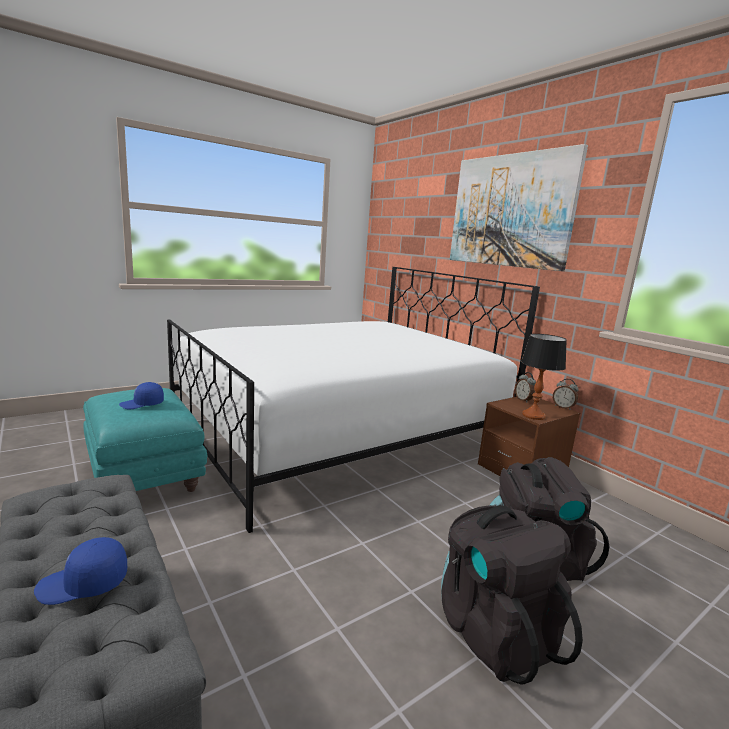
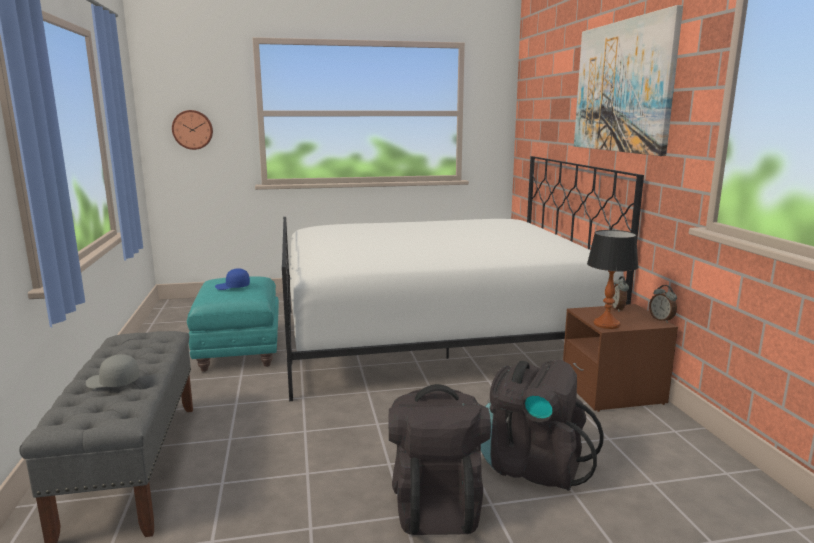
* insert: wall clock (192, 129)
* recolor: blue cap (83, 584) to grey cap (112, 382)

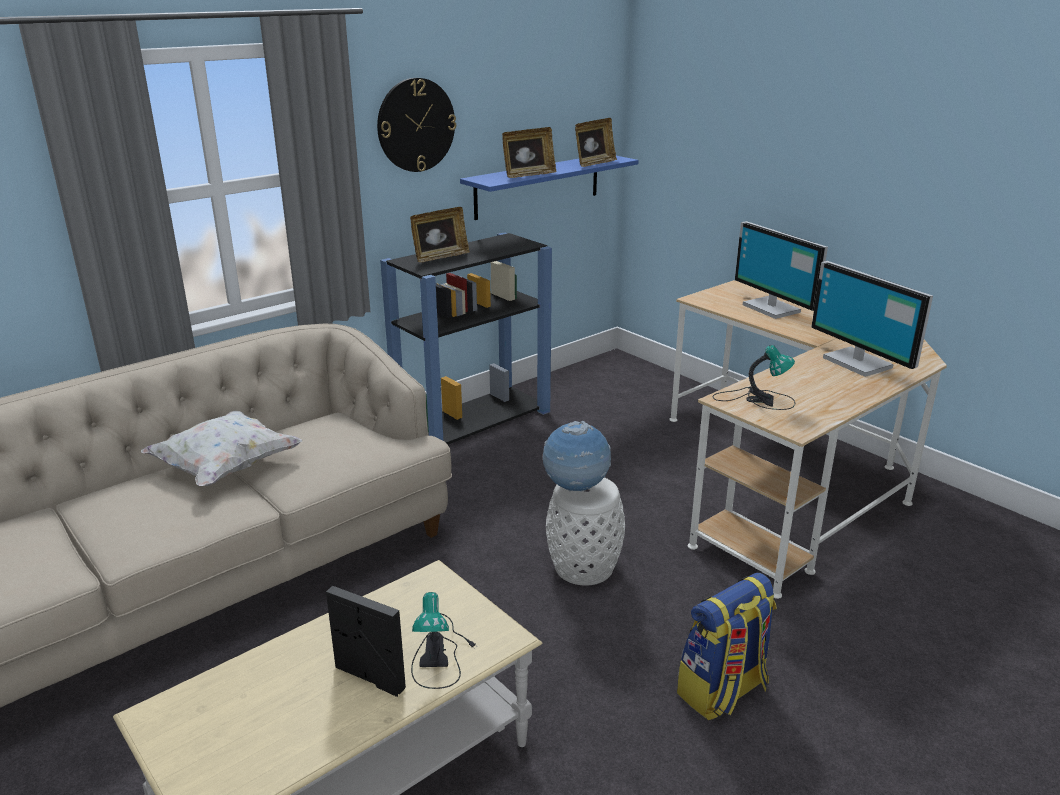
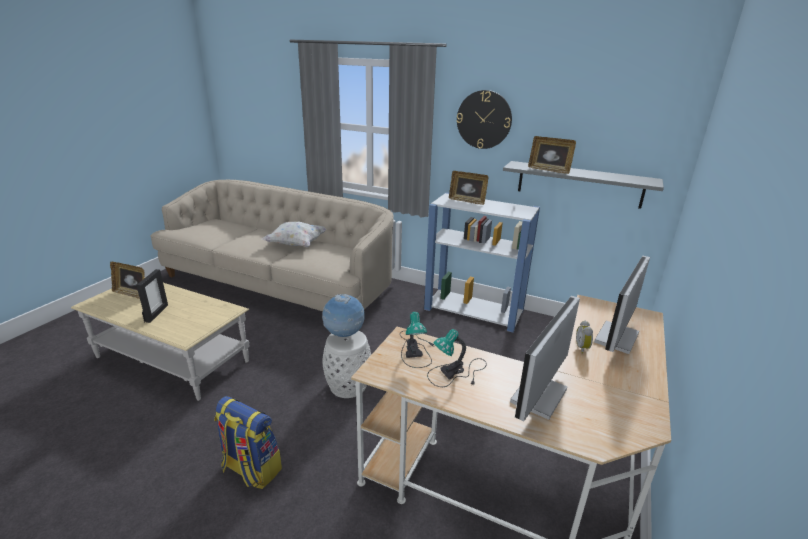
* insert: alarm clock (583, 348)
* move: table lamp (440, 652) to (457, 373)
* move: picture frame (594, 163) to (132, 294)
* recolor: black bookcase (474, 420) to white bookcase (474, 310)
* recolor: blue shelf (538, 186) to grey shelf (579, 184)

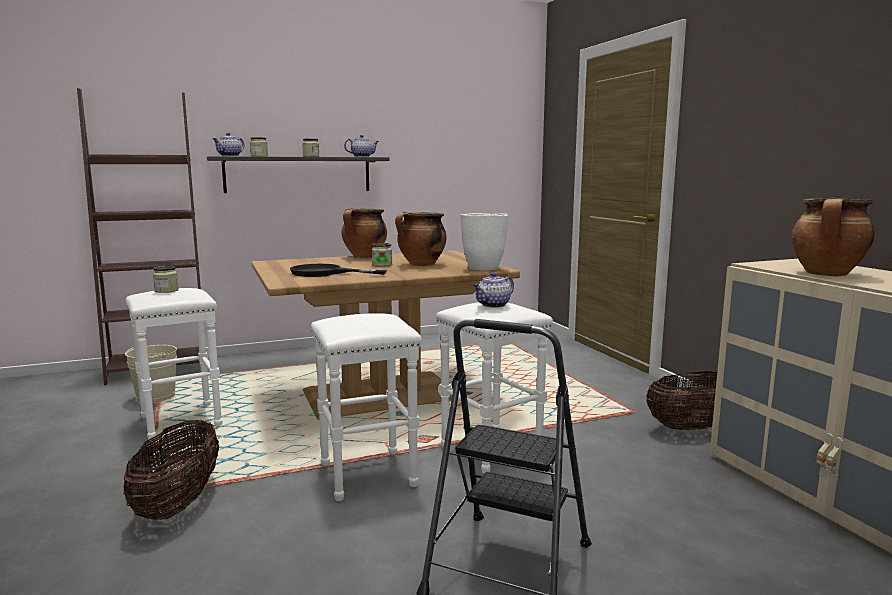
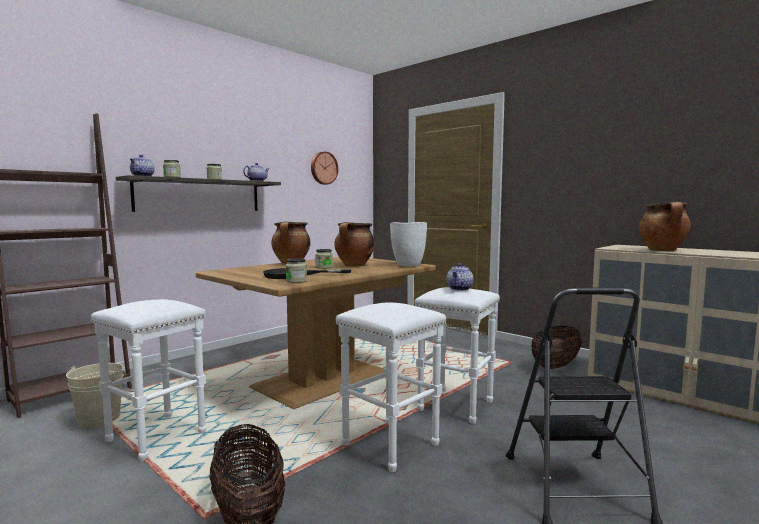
* insert: wall clock (323, 168)
* move: jar (166, 290) to (296, 281)

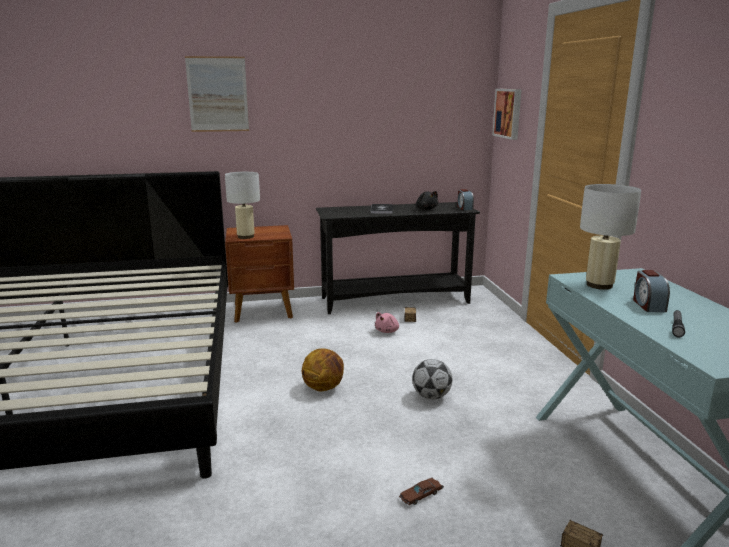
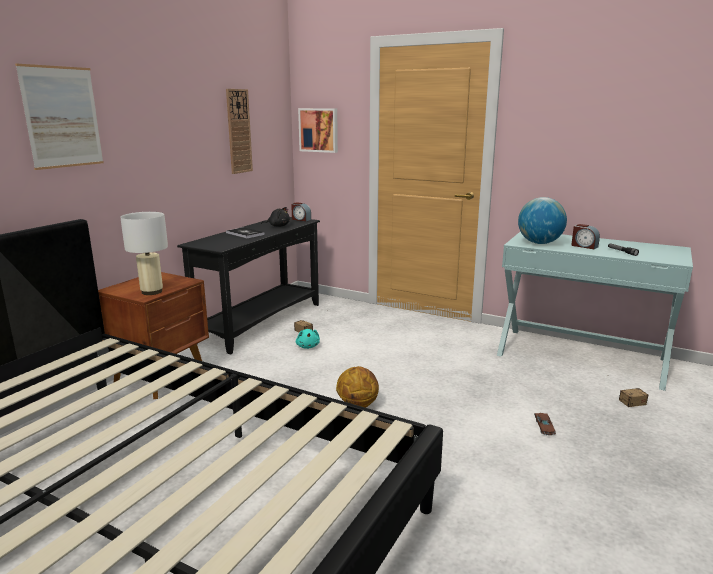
* delete: football (431, 396)
* insert: wall clock (238, 131)
* replace: white table lamp (599, 285) to globe (539, 243)
* recolor: pink plush toy (387, 331) to turquoise plush toy (308, 346)

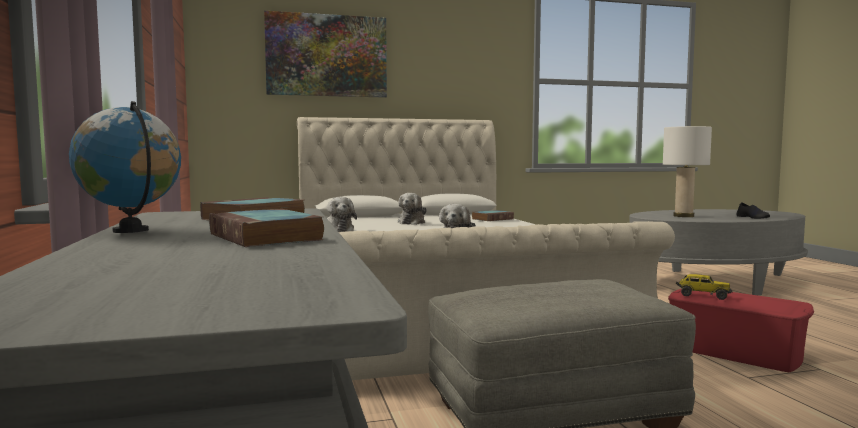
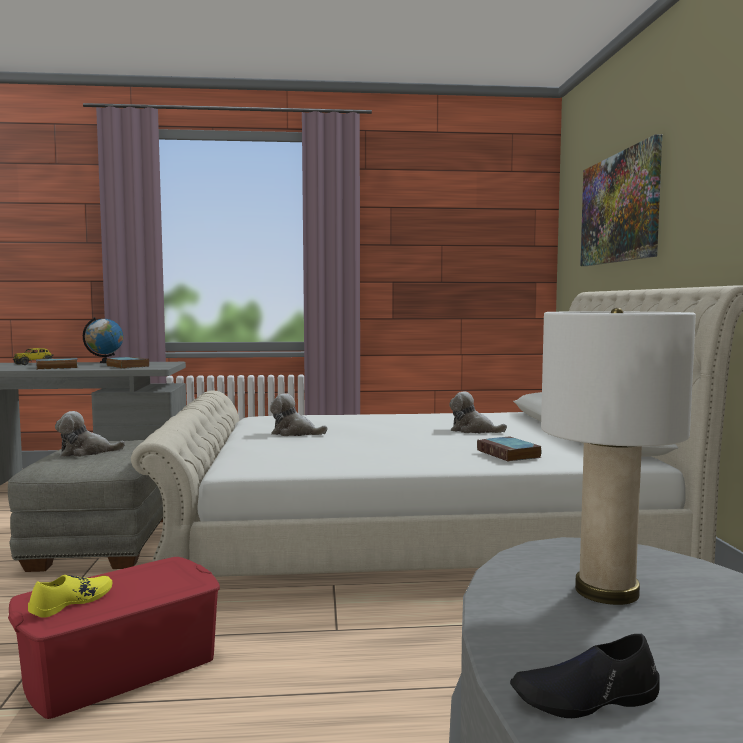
* insert: yellow shoe (71, 602)
* move: plush toy (338, 230) to (86, 452)
* move: toy truck (703, 296) to (34, 363)

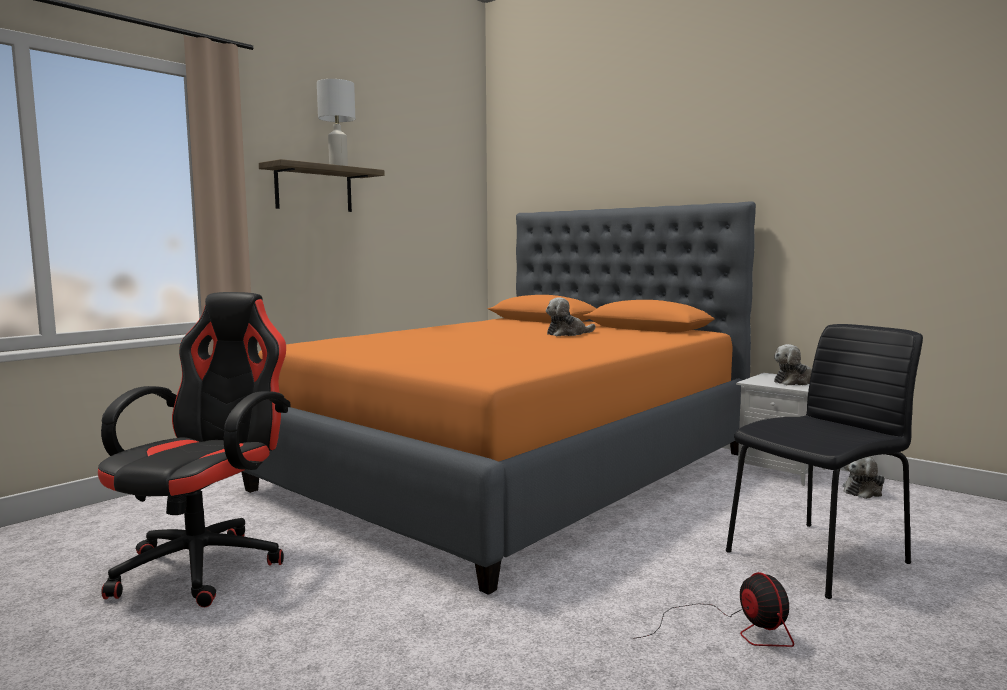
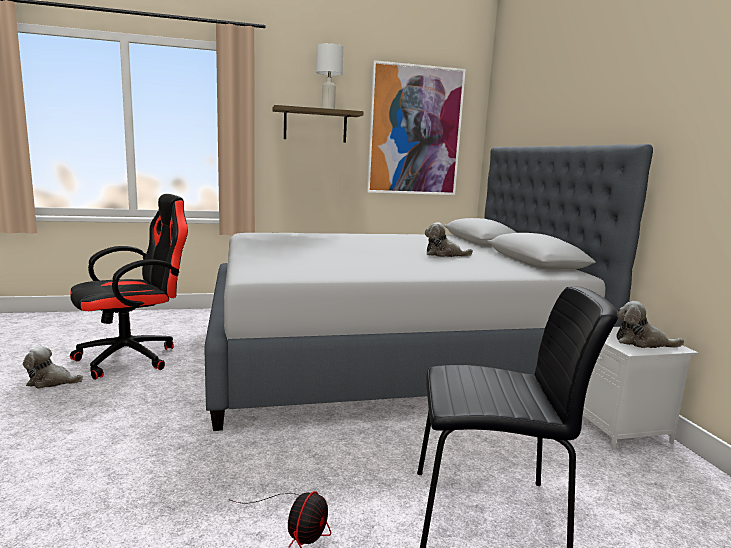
* insert: picture (415, 131)
* move: plush toy (864, 491) to (51, 382)
* recolor: orange bed (513, 470) to grey bed (388, 355)

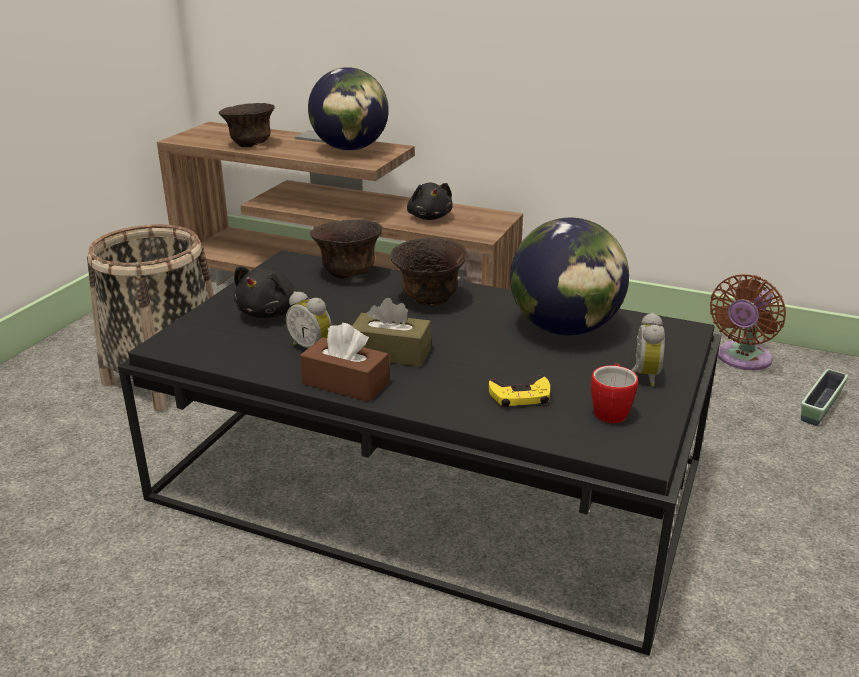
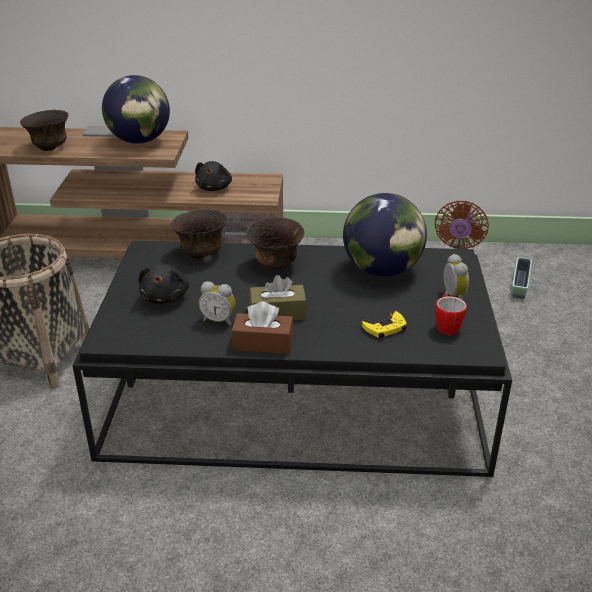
* rotate: black plush toy (429, 217) = (214, 188) 45 degrees clockwise

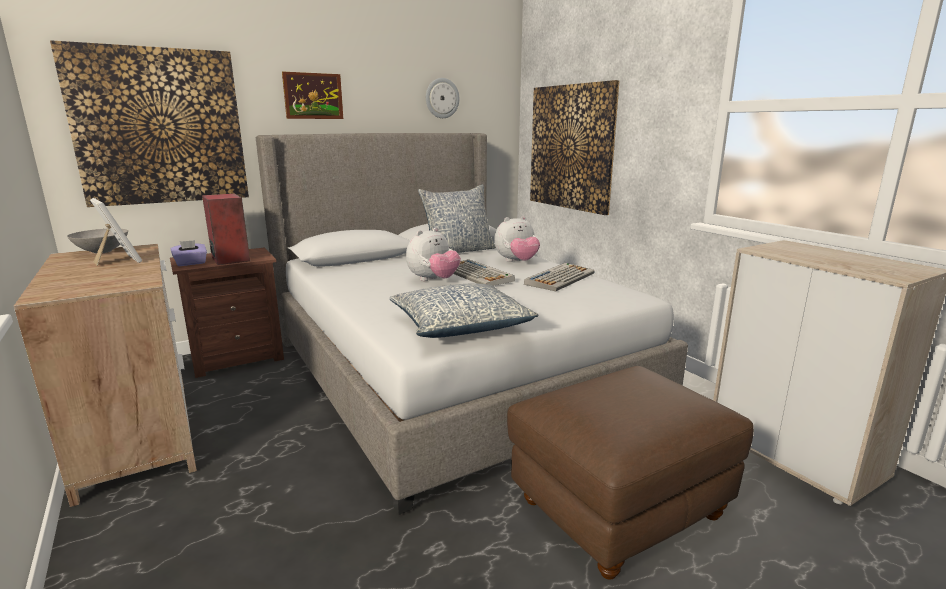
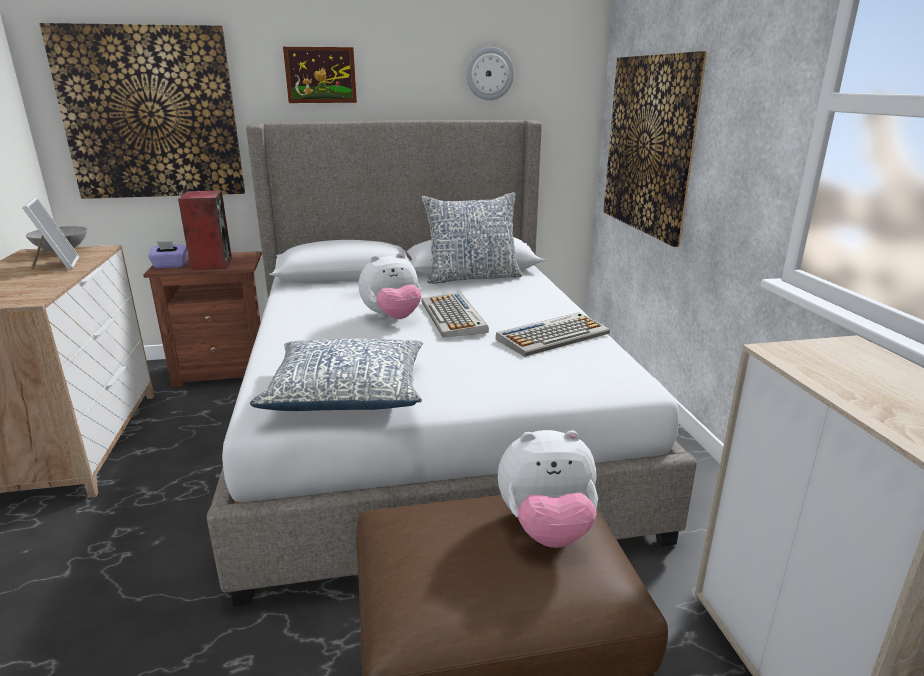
* move: plush toy (517, 262) to (546, 529)

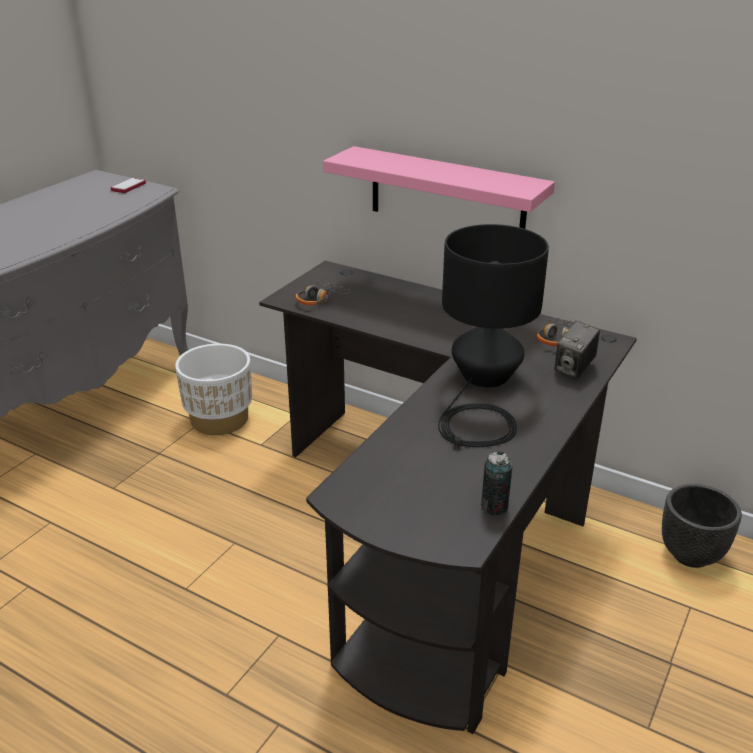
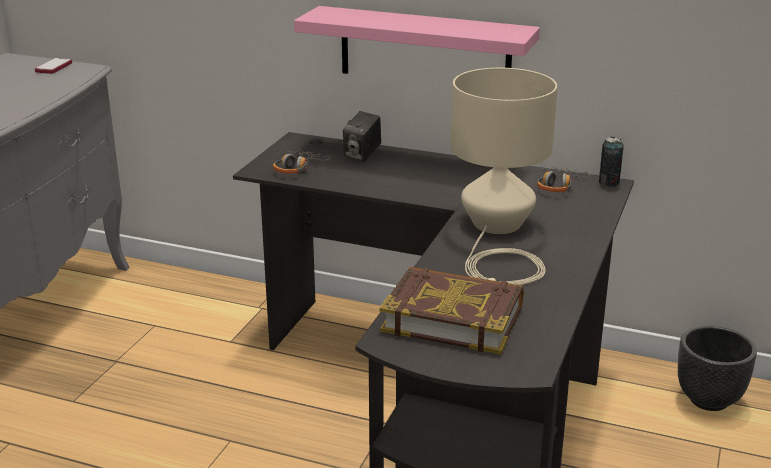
* delete: white planter (219, 419)
* insert: book (453, 318)
* move: can (494, 507) to (609, 183)
* move: photo camera (574, 369) to (362, 155)
* recolor: black table lamp (482, 393) to beige table lamp (499, 240)

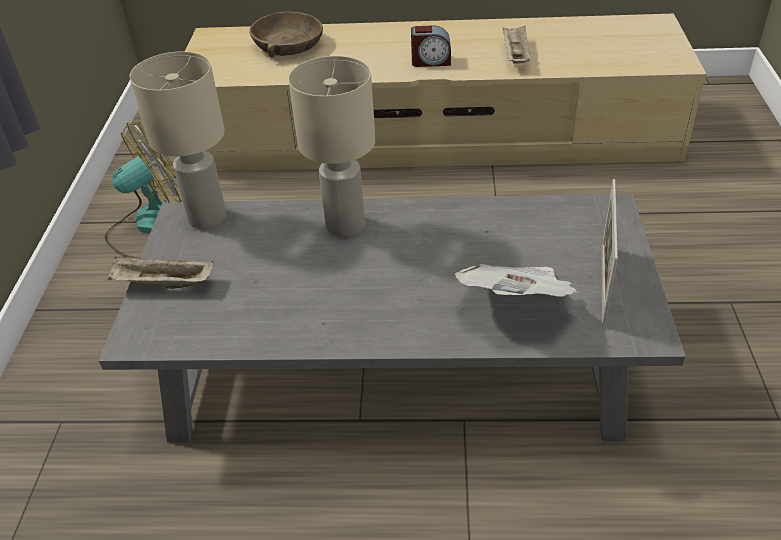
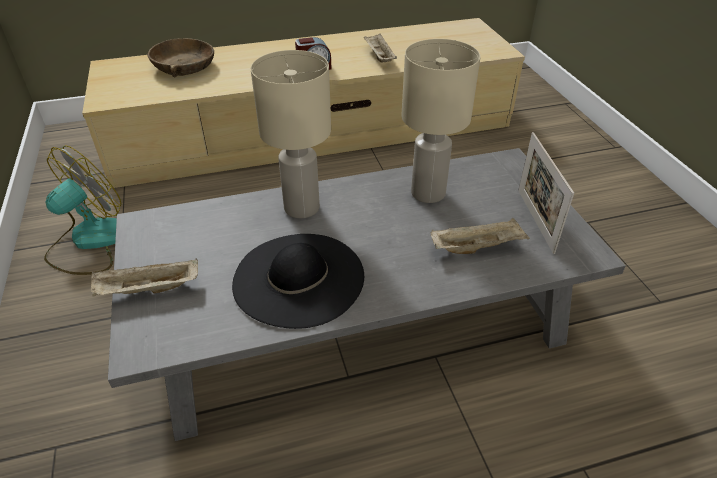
* insert: black hat (298, 278)
* move: beige table lamp (207, 218) to (429, 194)
* replace: newspaper (517, 303) to beige tray (477, 247)

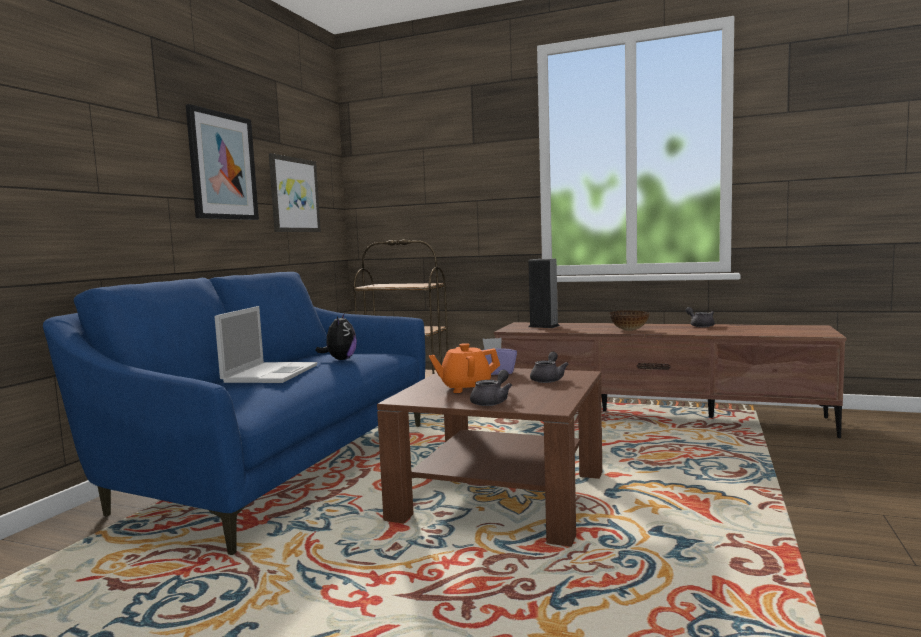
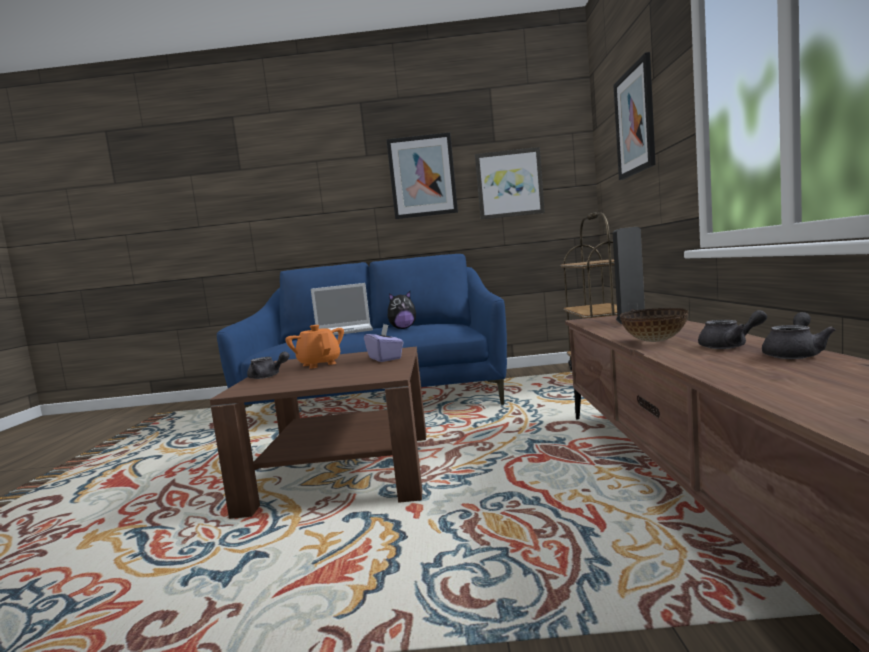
* insert: picture (635, 121)
* move: grey teapot (548, 379) to (730, 346)

